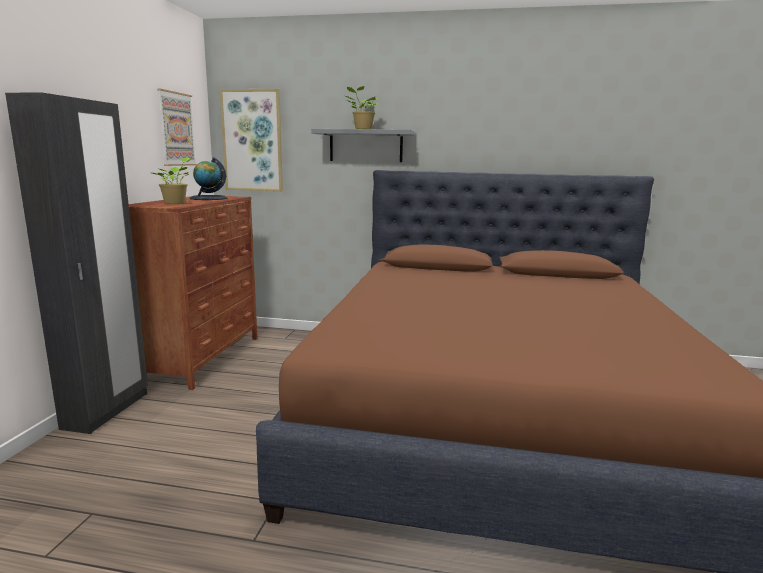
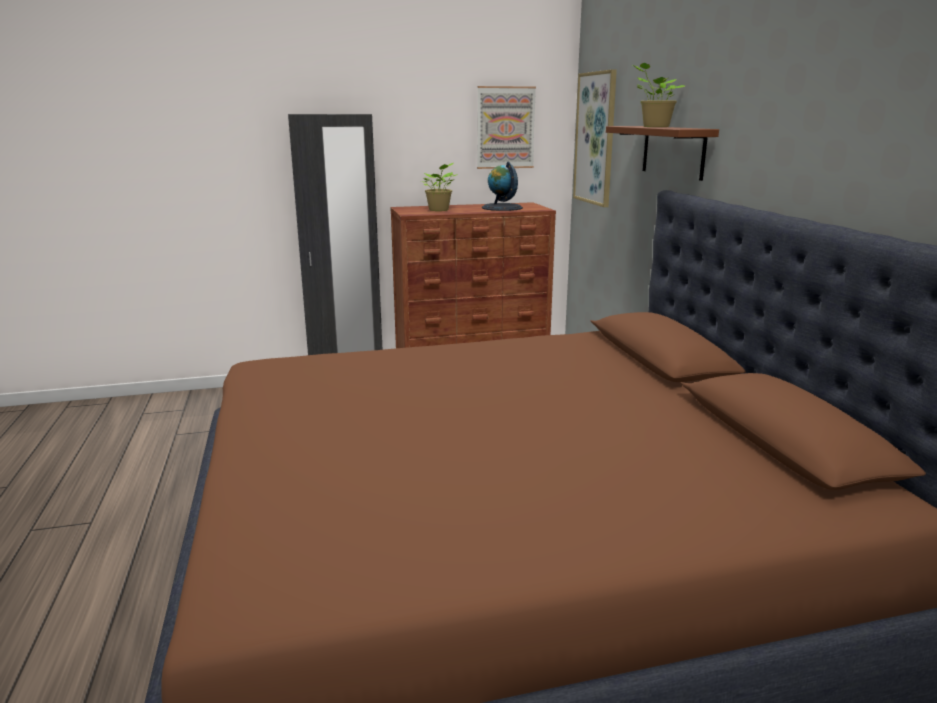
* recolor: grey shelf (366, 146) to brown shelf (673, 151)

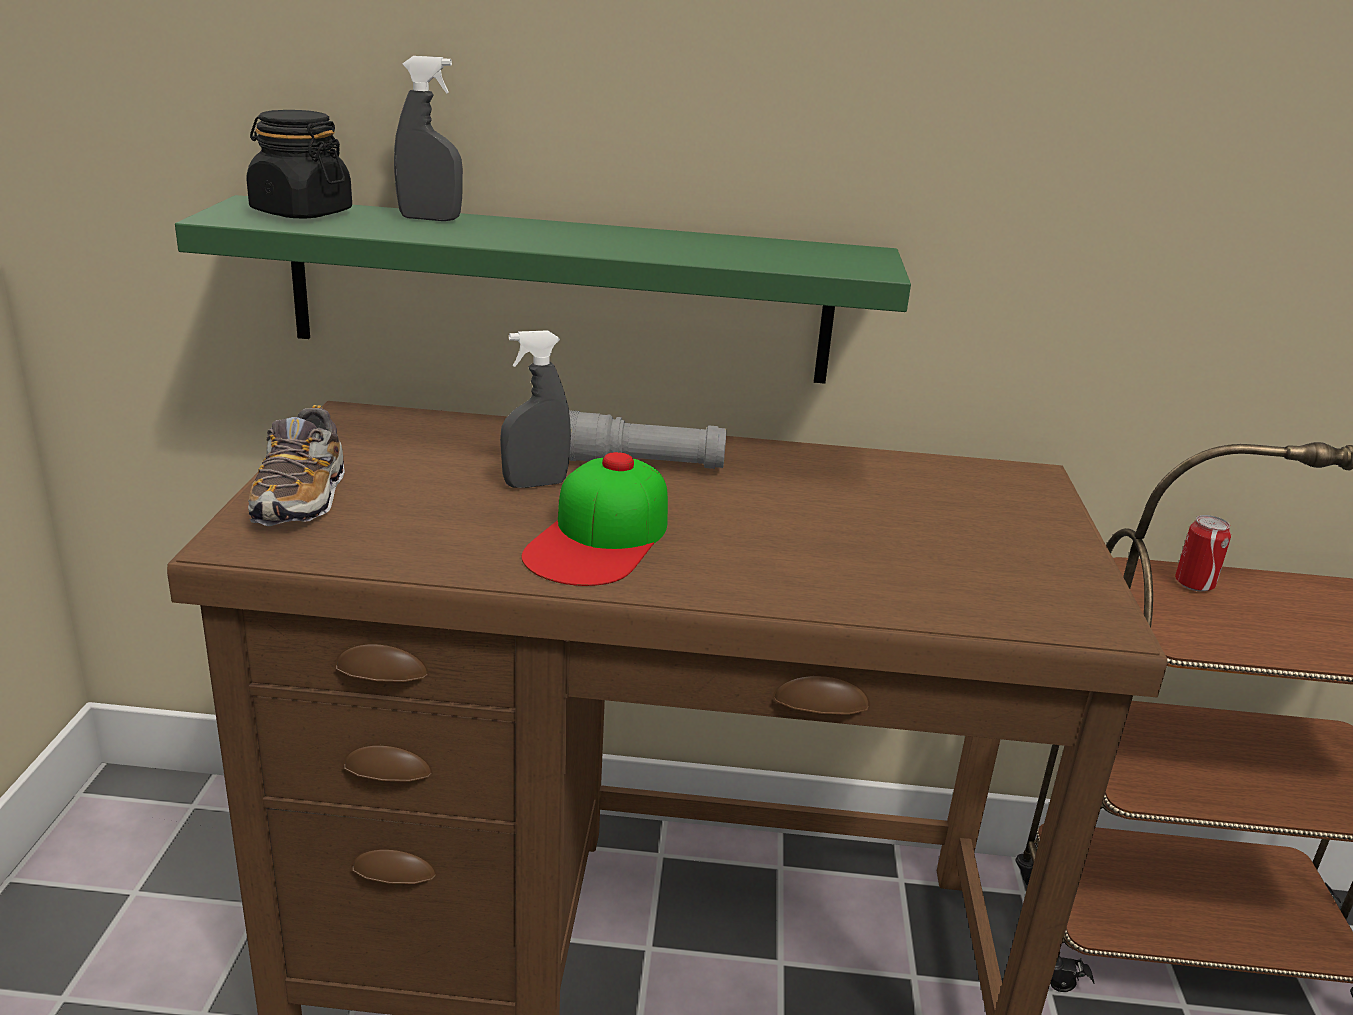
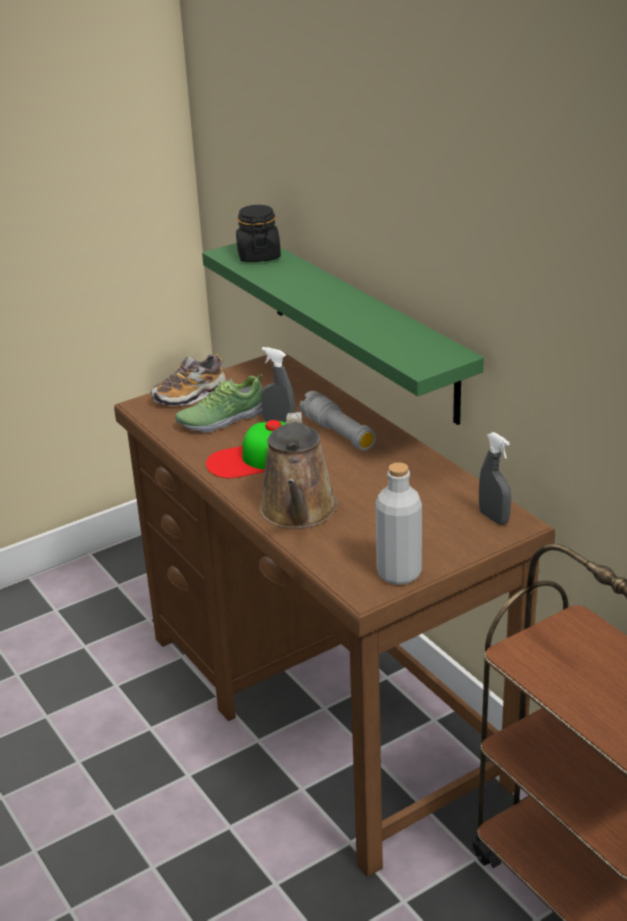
* delete: can (1194, 584)
* insert: shoe (222, 419)
* insert: brown watering can (298, 512)
* insert: grey bottle (399, 573)
* move: grey spray bottle (430, 219) to (494, 518)

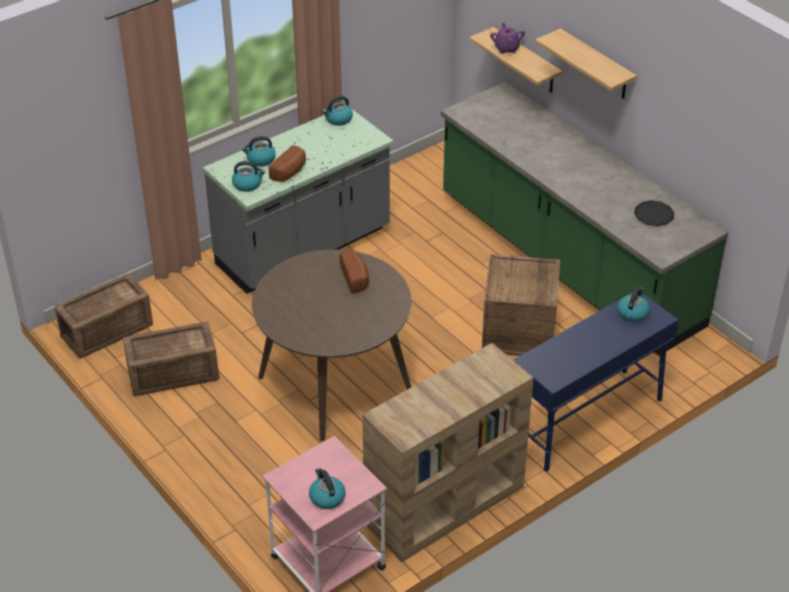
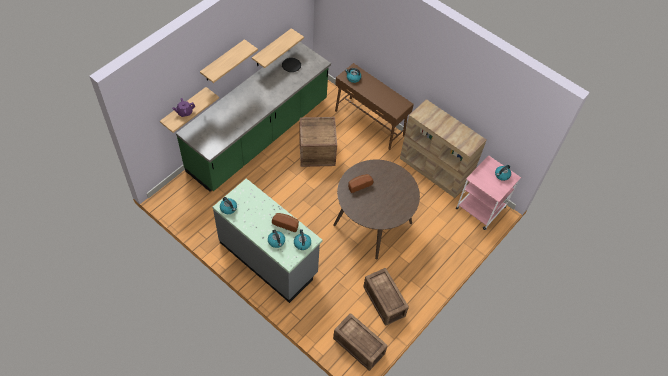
* insert: shelf (272, 48)
* recolor: blue console table (585, 419) to brown console table (369, 123)

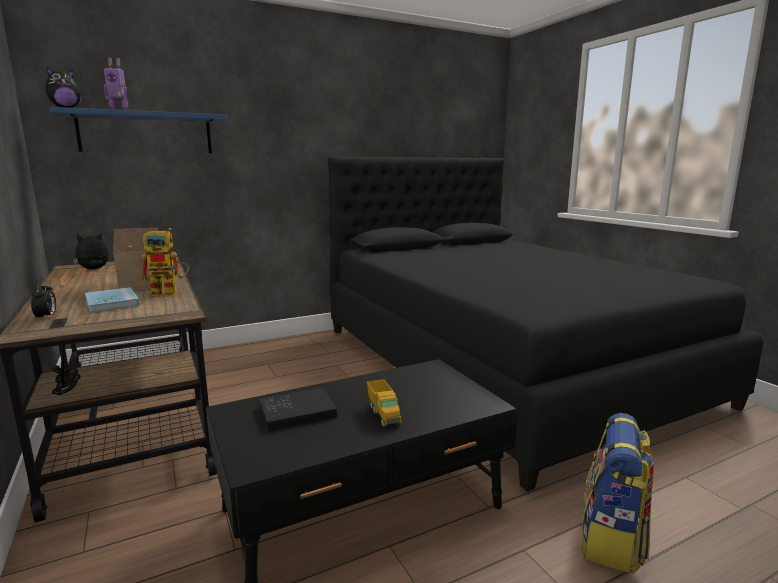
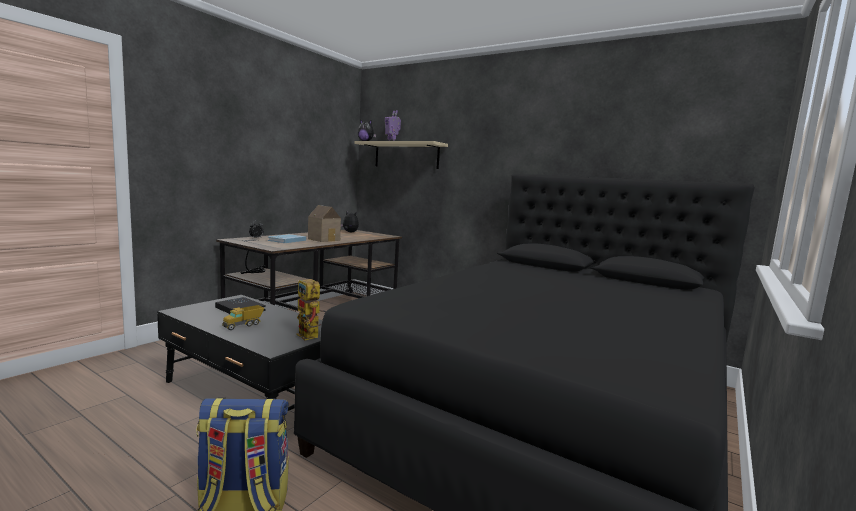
* move: toy robot (170, 292) to (312, 337)
* recolor: blue shelf (146, 133) to beige shelf (406, 155)

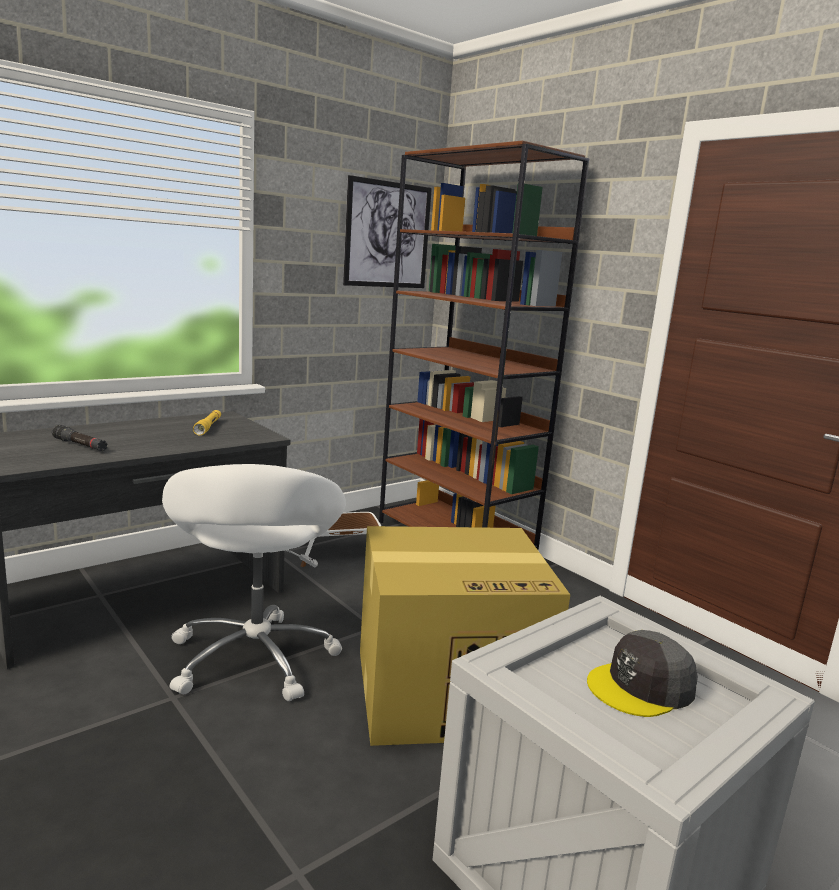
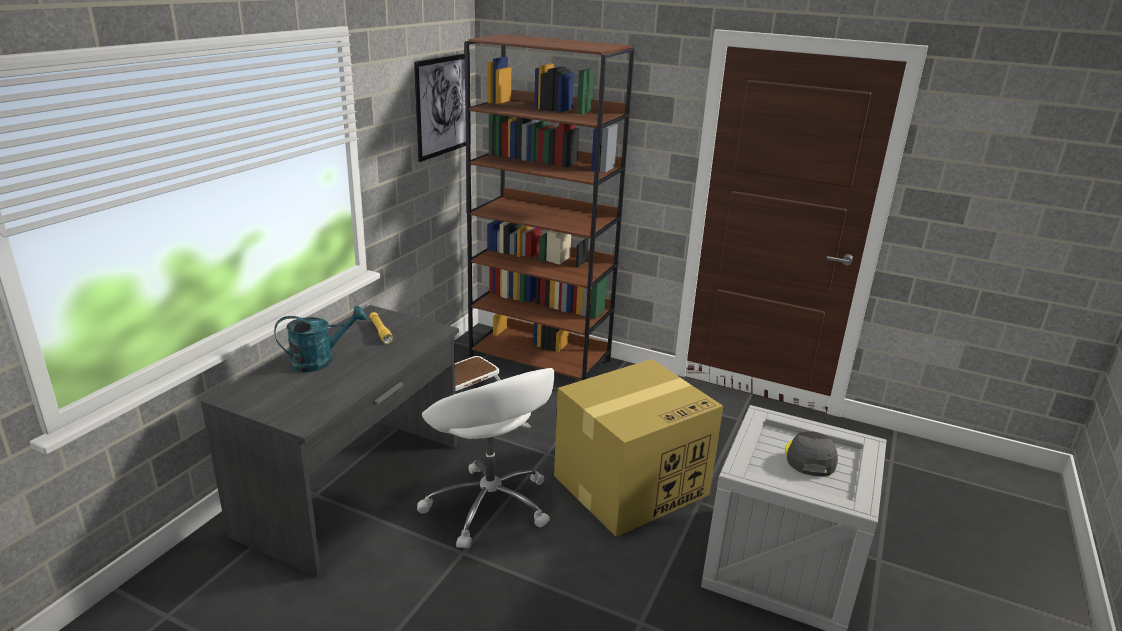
* delete: black flashlight (80, 445)
* insert: turquoise watering can (320, 360)
* rotate: grey cap (642, 687) = (809, 458) 150 degrees clockwise

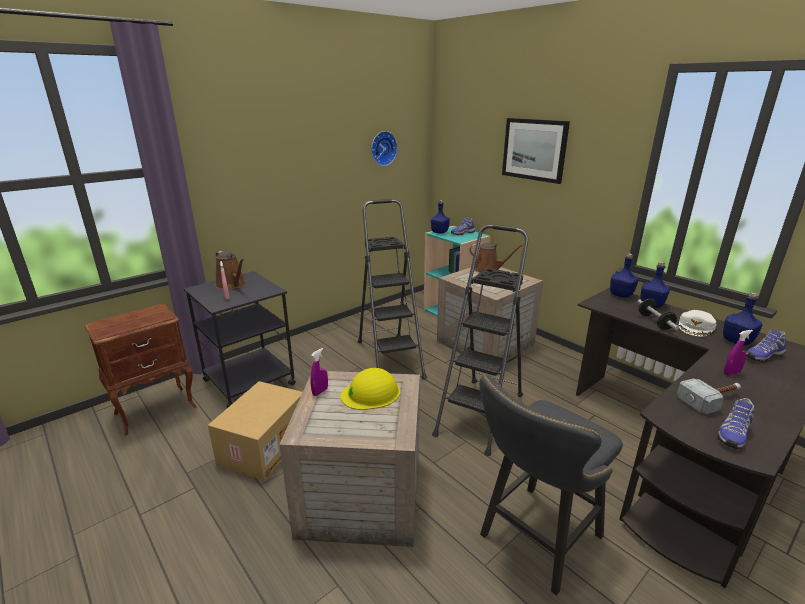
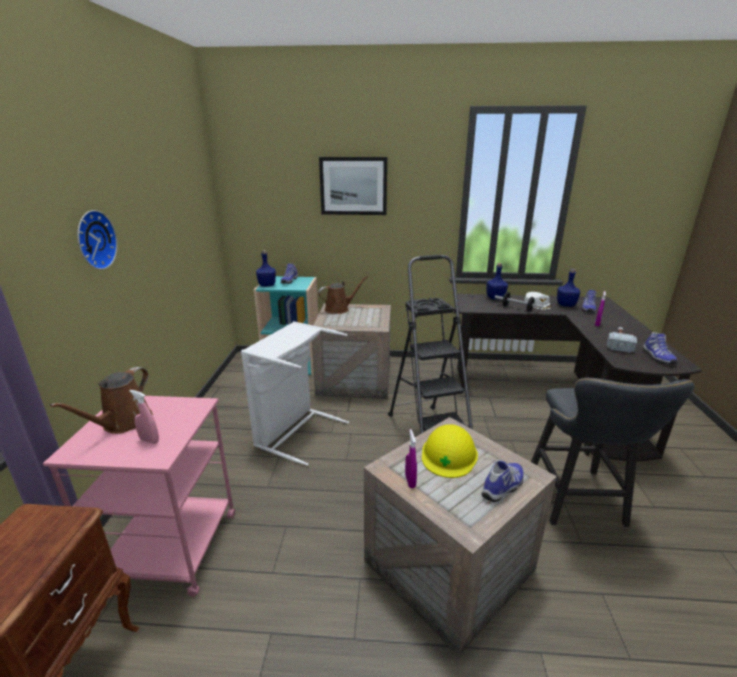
* delete: cardboard box (263, 446)
* delete: blue bottle (621, 295)
* insert: shoe (503, 487)
* move: wall clock (382, 148) to (93, 240)
* replace: step ladder (389, 357) to white laundry basket (295, 431)
* recolor: black cart (250, 381) to pink cart (172, 546)
* rotate: brown watering can (232, 285) = (123, 423) 105 degrees clockwise

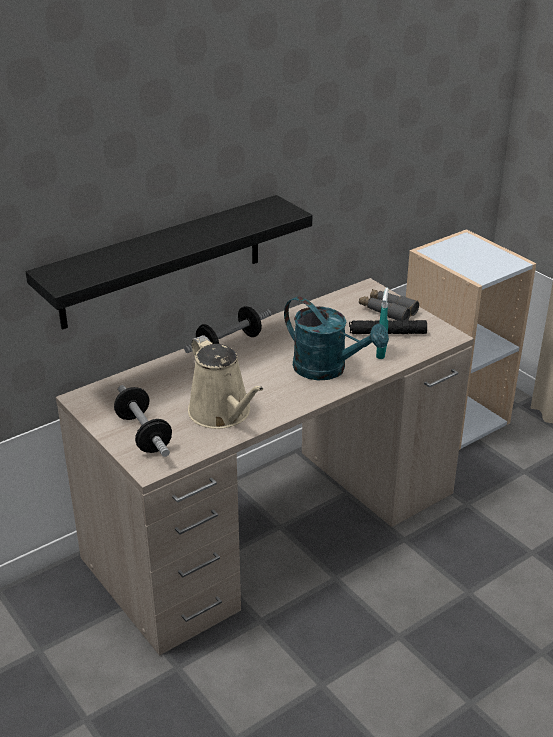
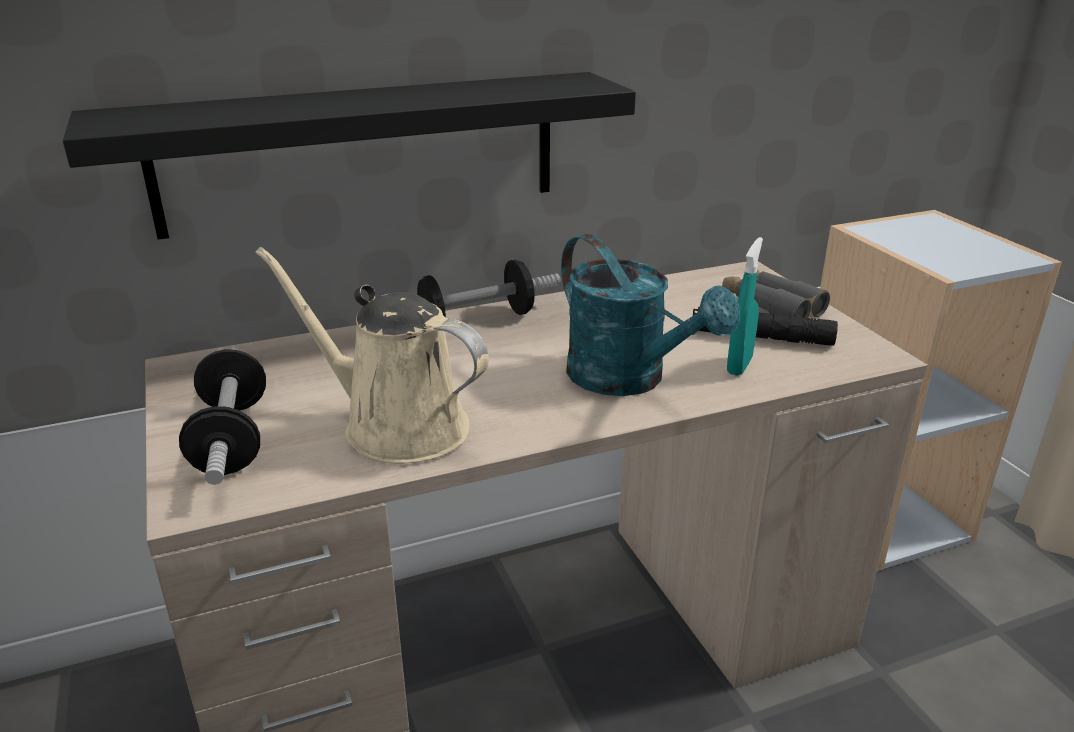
* rotate: beige watering can (222, 413) = (395, 425) 135 degrees clockwise

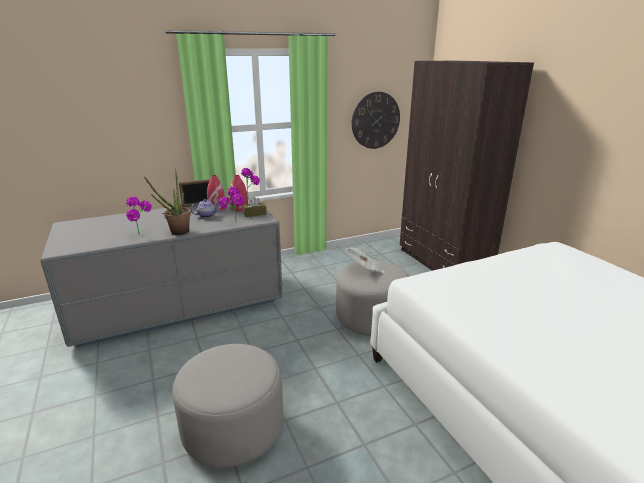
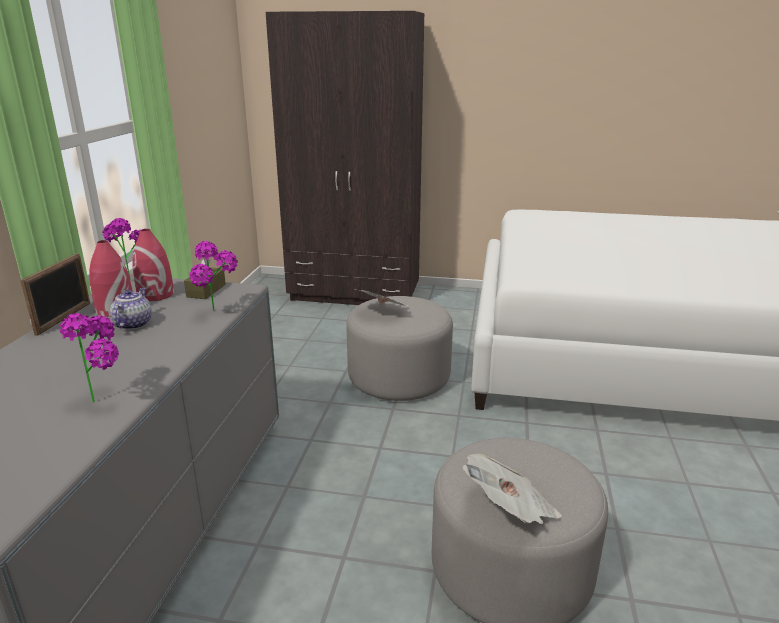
* delete: potted plant (177, 233)
* delete: wall clock (375, 120)
* insert: newspaper (510, 510)

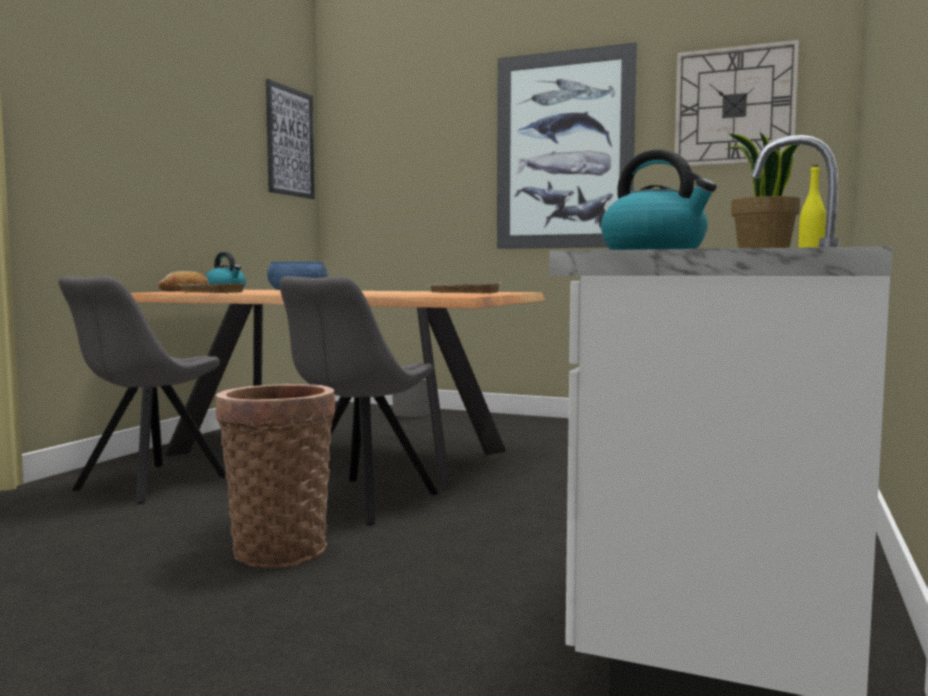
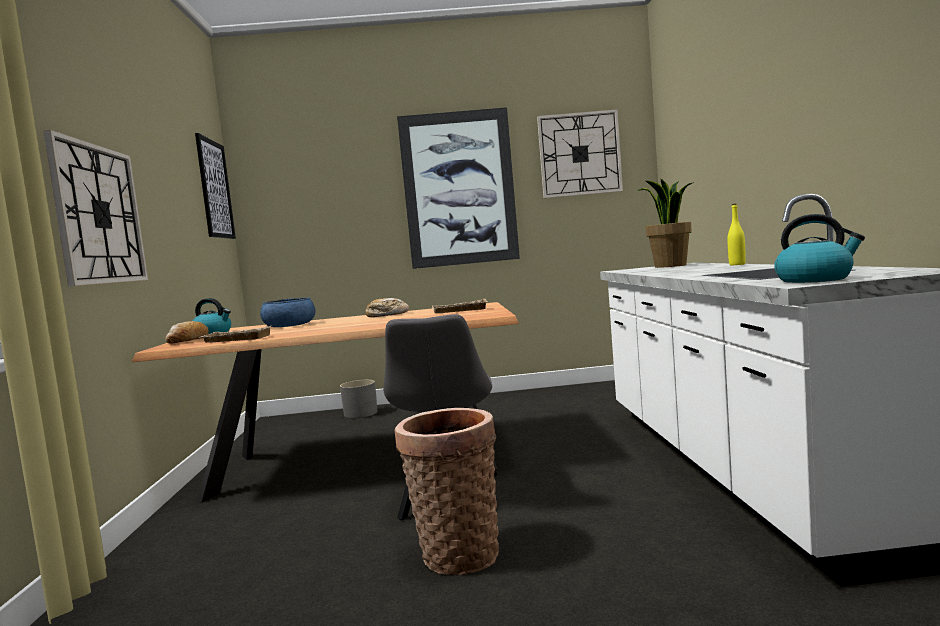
* delete: grey chair (150, 483)
* insert: wall clock (99, 214)
* insert: bread (387, 315)

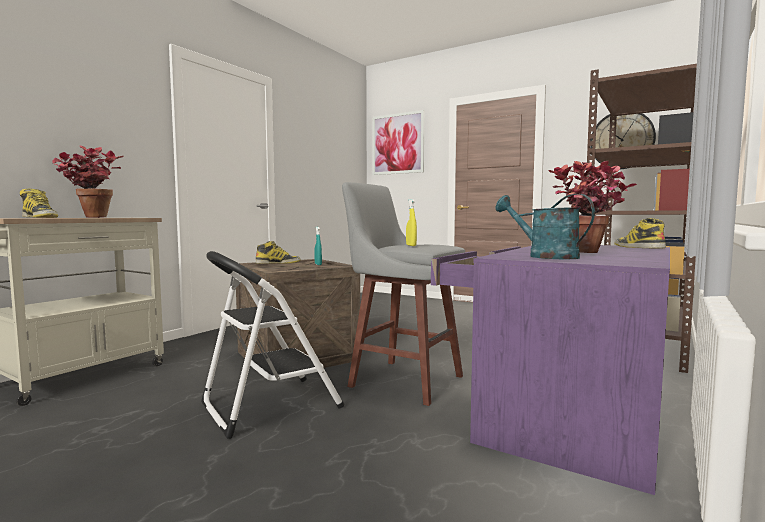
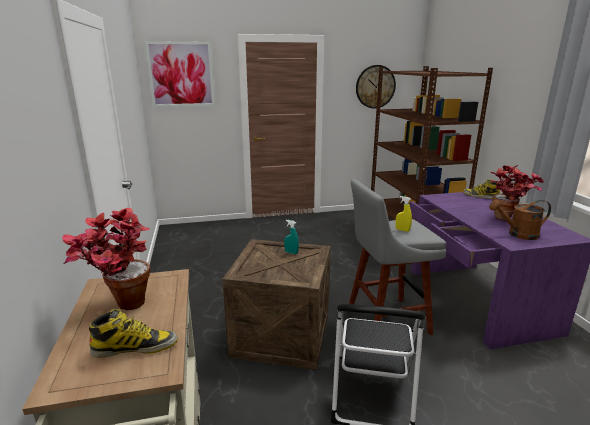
* delete: boot (278, 263)
* recolor: turquoise watering can (544, 256) to brown watering can (518, 234)

